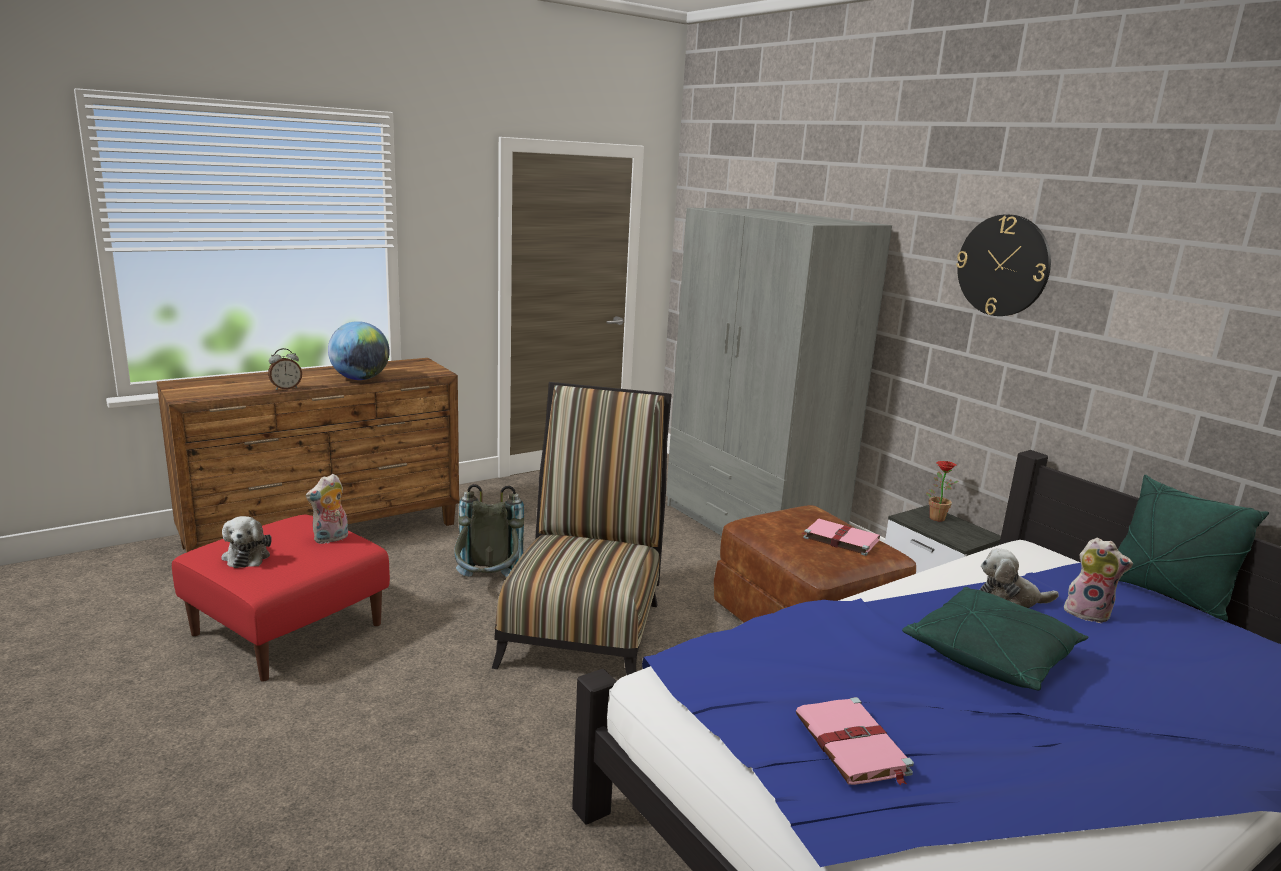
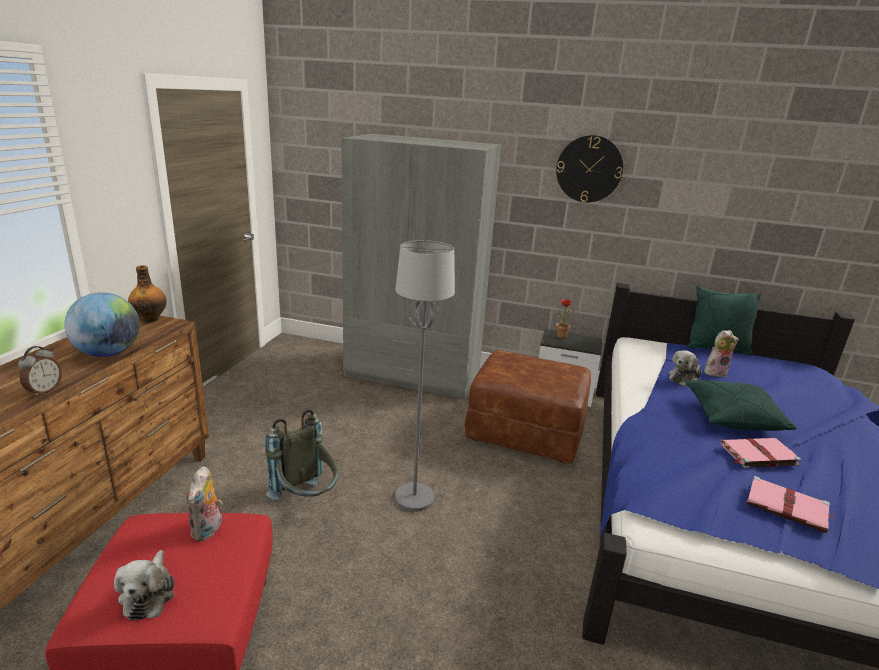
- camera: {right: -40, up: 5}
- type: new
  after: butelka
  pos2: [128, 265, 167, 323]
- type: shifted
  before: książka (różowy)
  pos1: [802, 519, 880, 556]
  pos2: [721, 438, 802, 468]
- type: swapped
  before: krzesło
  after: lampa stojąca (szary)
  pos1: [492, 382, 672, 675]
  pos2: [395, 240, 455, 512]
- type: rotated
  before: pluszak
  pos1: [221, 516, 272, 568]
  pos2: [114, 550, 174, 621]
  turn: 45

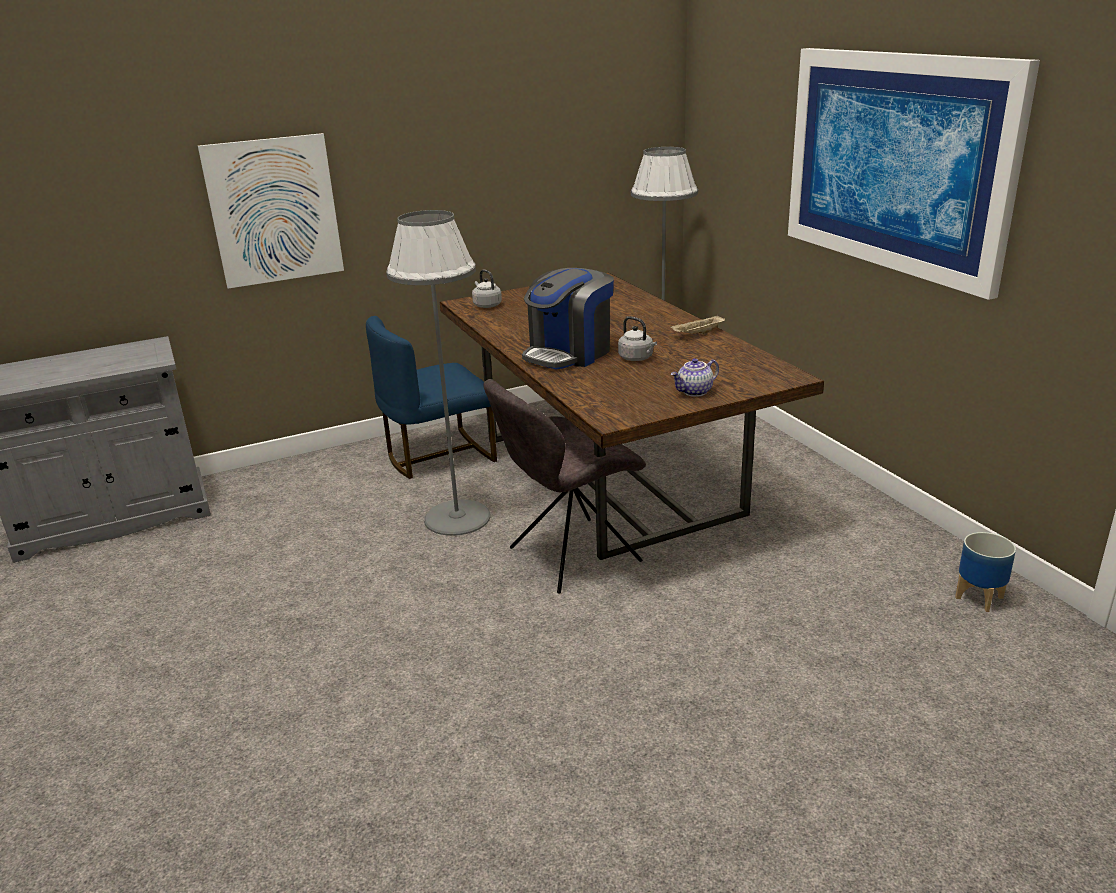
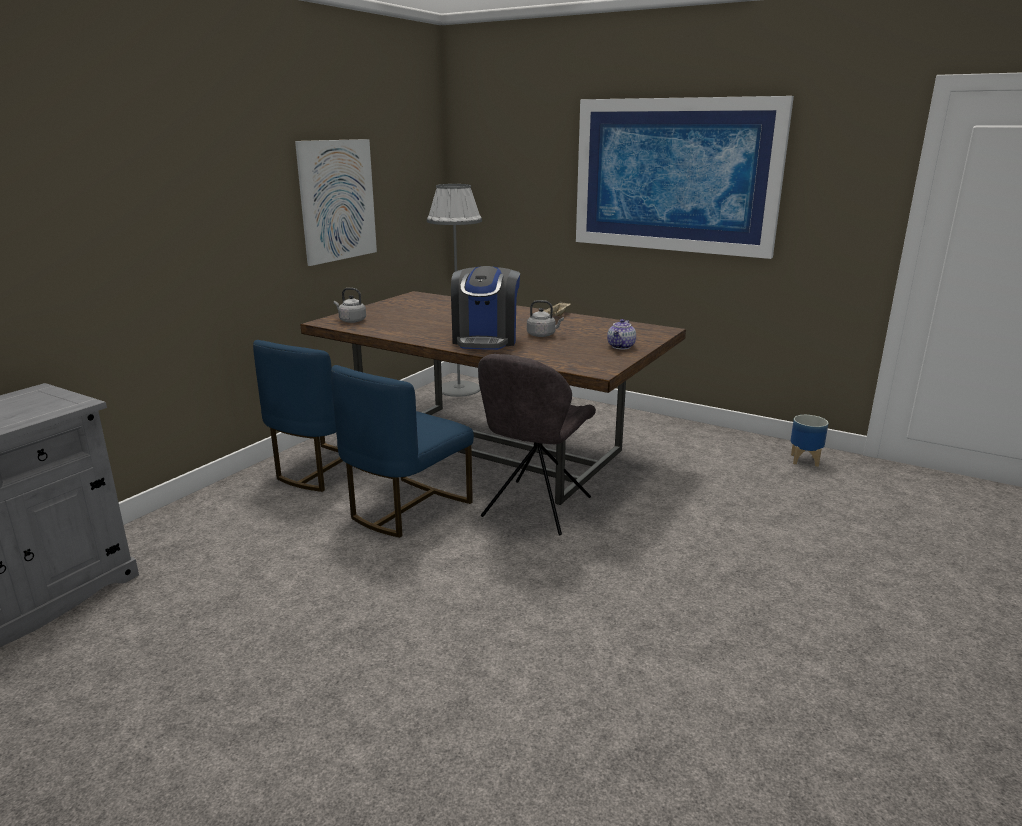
- camera: {right: -35, up: -5}
- type: shifted
  before: obraz
  pos1: [198, 133, 344, 289]
  pos2: [295, 139, 377, 266]
- type: swapped
  before: lampa stojąca (szary)
  after: krzesło (niebieski)
  pos1: [386, 210, 491, 536]
  pos2: [331, 365, 474, 538]

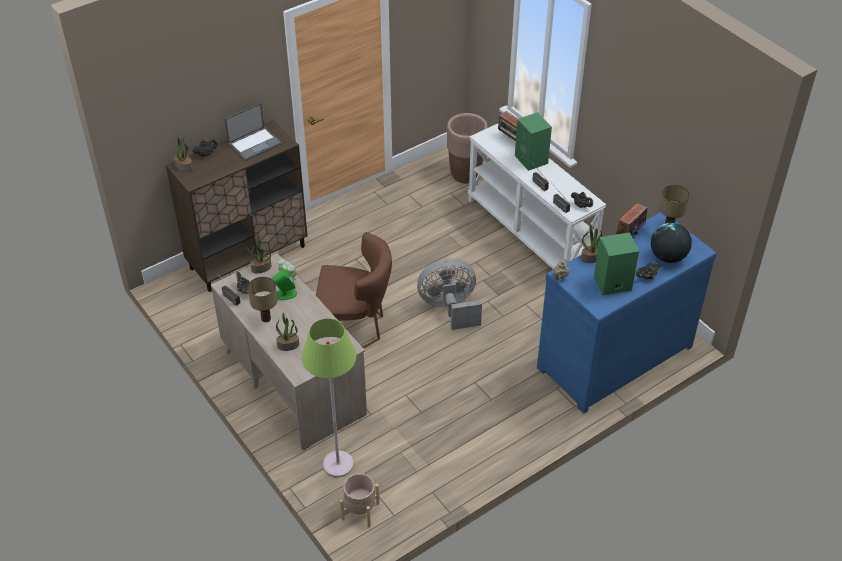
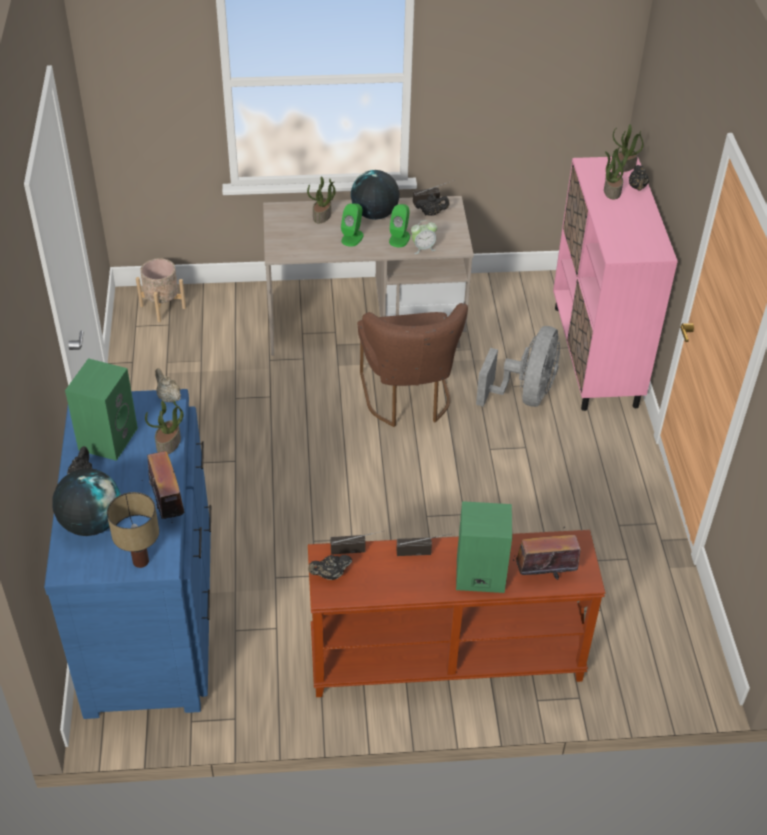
- camera: {right: 120, up: 0}
- type: gone
  before: laptop
  pos1: [224, 103, 282, 161]
- type: gone
  before: lampa stojąca (zielony)
  pos1: [302, 318, 356, 477]
- type: gone
  before: donica (brązowy)
  pos1: [447, 113, 488, 183]
- type: new
  after: głośnik (zielony)
  pos2: [341, 204, 364, 247]
- type: shifted
  before: roślina doniczkowa
  pos1: [247, 241, 271, 273]
  pos2: [604, 147, 629, 200]
- type: shifted
  before: wentylator (szary)
  pos1: [417, 258, 482, 330]
  pos2: [476, 326, 560, 407]
- type: swapped
  before: lampa stołowa
  after: globus
  pos1: [248, 277, 277, 322]
  pos2: [351, 170, 400, 220]
- type: repainted
  before: szafka (brązowy)
  after: szafka (różowy)
  pos1: [166, 120, 308, 292]
  pos2: [553, 157, 678, 411]
- type: repainted
  before: stolik konsolowy (biały)
  after: stolik konsolowy (brązowy)
  pos1: [467, 123, 606, 270]
  pos2: [308, 530, 605, 697]
- type: rotated
  before: krzesło (brązowy)
  pos1: [316, 232, 392, 348]
  pos2: [357, 303, 468, 427]
  turn: -45

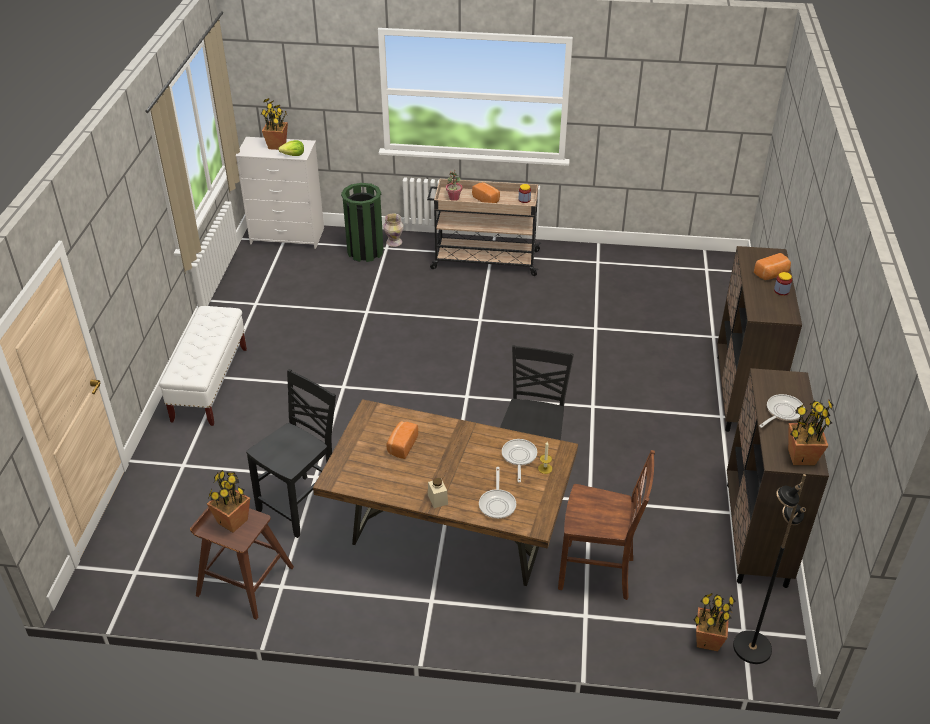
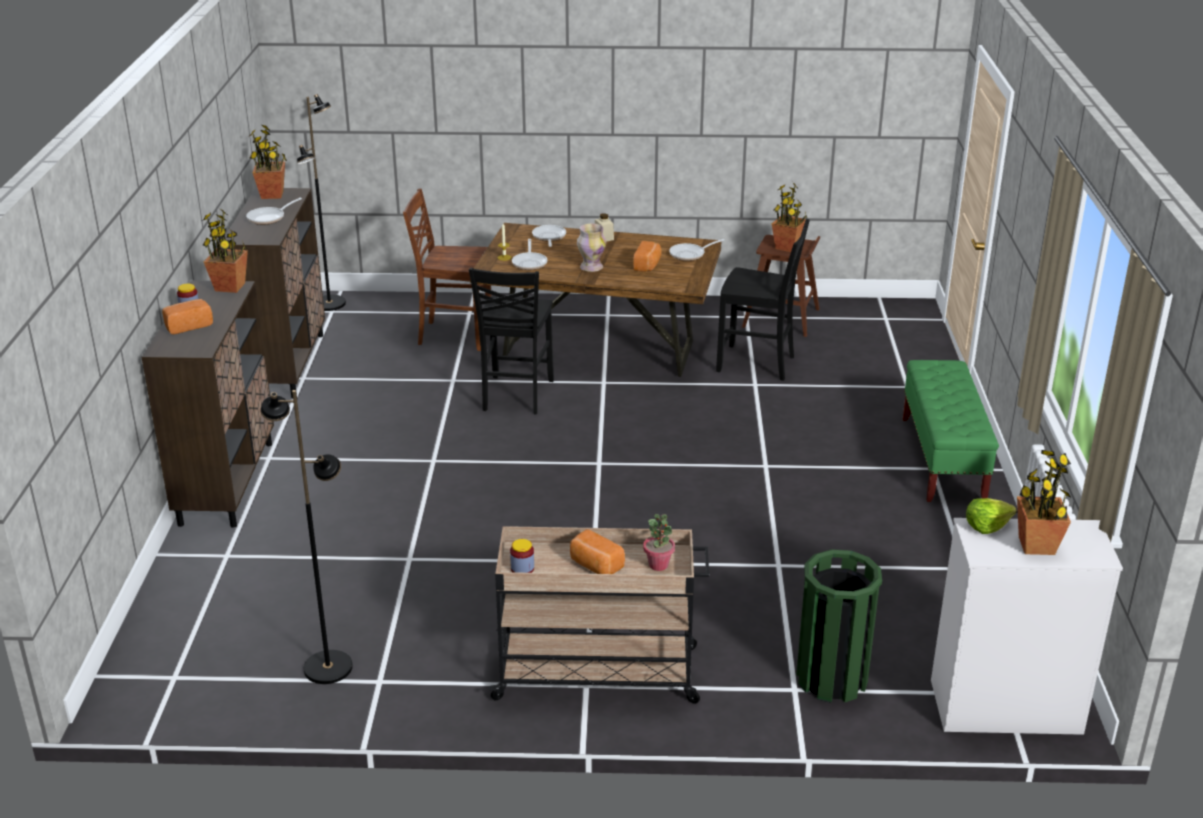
- camera: {right: 175, up: -10}
- type: new
  after: lampa stojąca (czarny)
  pos2: [260, 390, 353, 684]
- type: new
  after: patelnia
  pos2: [669, 239, 725, 261]
- type: shifted
  before: wazon
  pos1: [383, 214, 404, 247]
  pos2: [577, 224, 606, 272]
- type: shifted
  before: roślina doniczkowa
  pos1: [694, 593, 736, 651]
  pos2: [202, 209, 248, 293]
- type: repainted
  before: ławka (biały)
  after: ławka (zielony)
  pos1: [159, 306, 247, 426]
  pos2: [903, 360, 999, 502]
- type: rotated
  before: krzesło (czarny)
  pos1: [246, 369, 336, 538]
  pos2: [716, 219, 810, 381]
  turn: -105

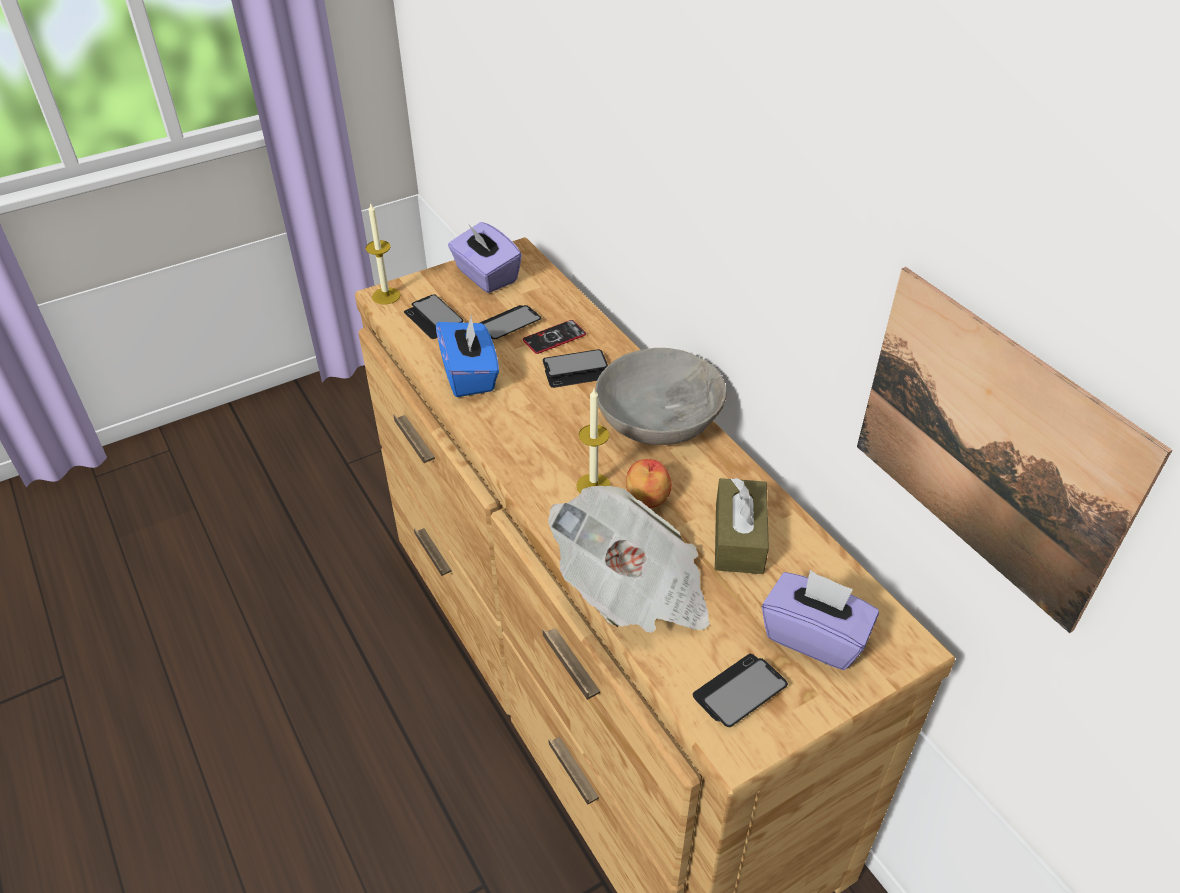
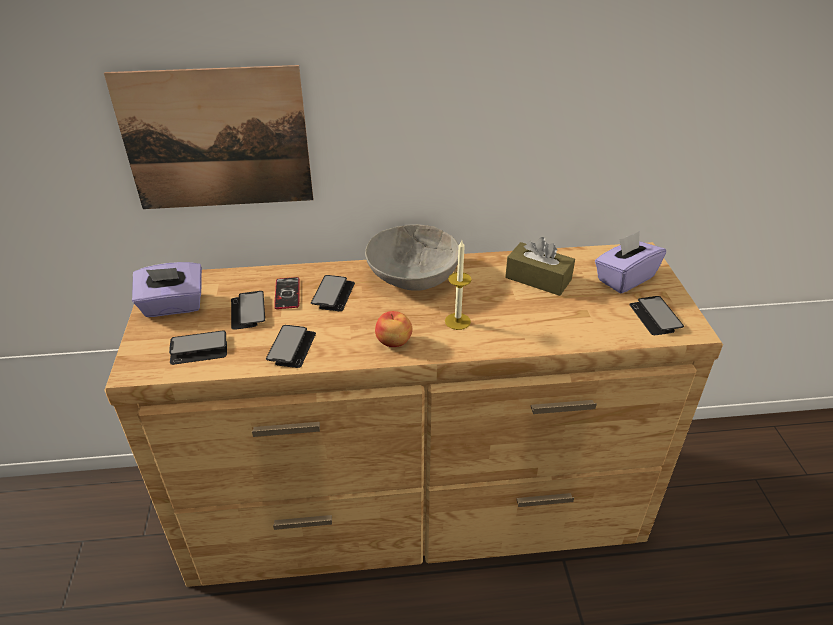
- camera: {right: -65, up: -5}
- type: gone
  before: świeca
  pos1: [365, 202, 400, 304]
- type: gone
  before: gazeta
  pos1: [548, 486, 710, 633]
- type: shifted
  before: jabłko
  pos1: [626, 459, 672, 508]
  pos2: [375, 311, 412, 347]
- type: shifted
  before: obraz
  pos1: [857, 267, 1172, 633]
  pos2: [104, 65, 313, 209]
- type: swapped
  before: pudełko chusteczek (niebieski)
  after: telefon
  pos1: [436, 315, 499, 397]
  pos2: [266, 325, 316, 368]

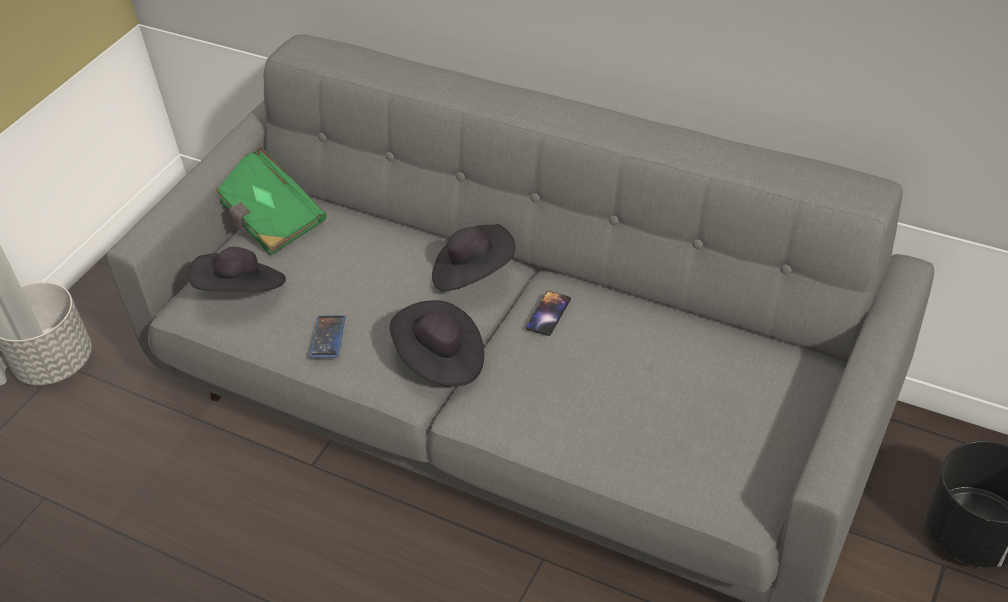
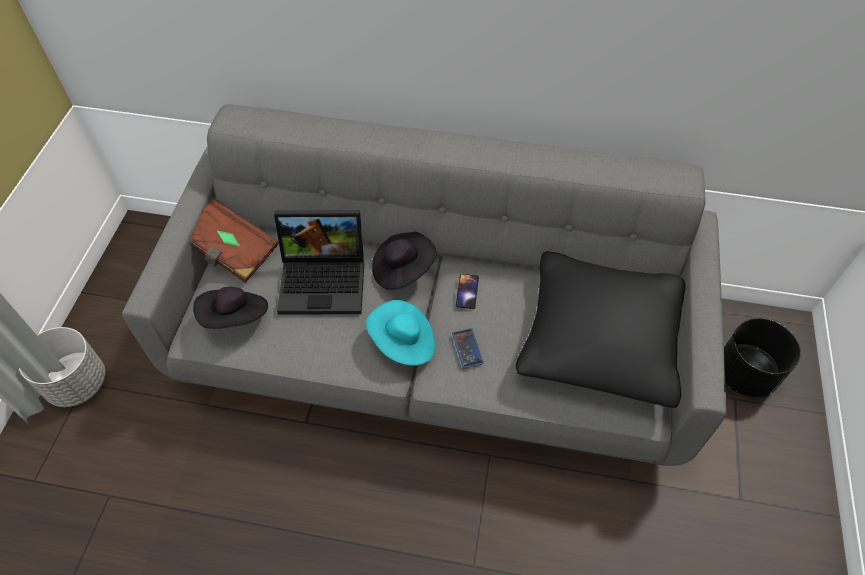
- camera: {right: -20, up: 10}
- type: new
  after: laptop
  pos2: [274, 210, 364, 315]
- type: new
  after: poduszka (czarny)
  pos2: [516, 251, 685, 408]
- type: shifted
  before: telefon
  pos1: [310, 315, 346, 358]
  pos2: [452, 328, 484, 369]
- type: repainted
  before: książka (zielony)
  after: książka (brązowy)
  pos1: [216, 147, 327, 256]
  pos2: [190, 198, 279, 283]
- type: repainted
  before: kapelusz (czarny)
  after: kapelusz (turkusowy)
  pos1: [390, 300, 484, 386]
  pos2: [366, 300, 436, 366]

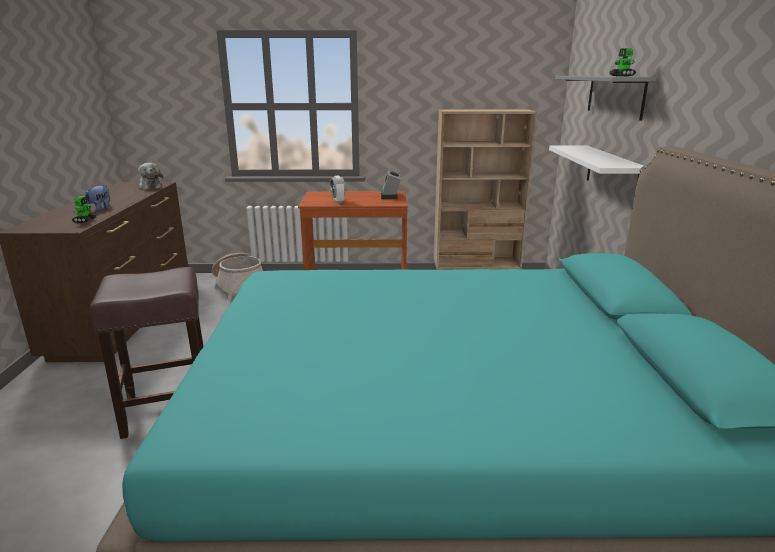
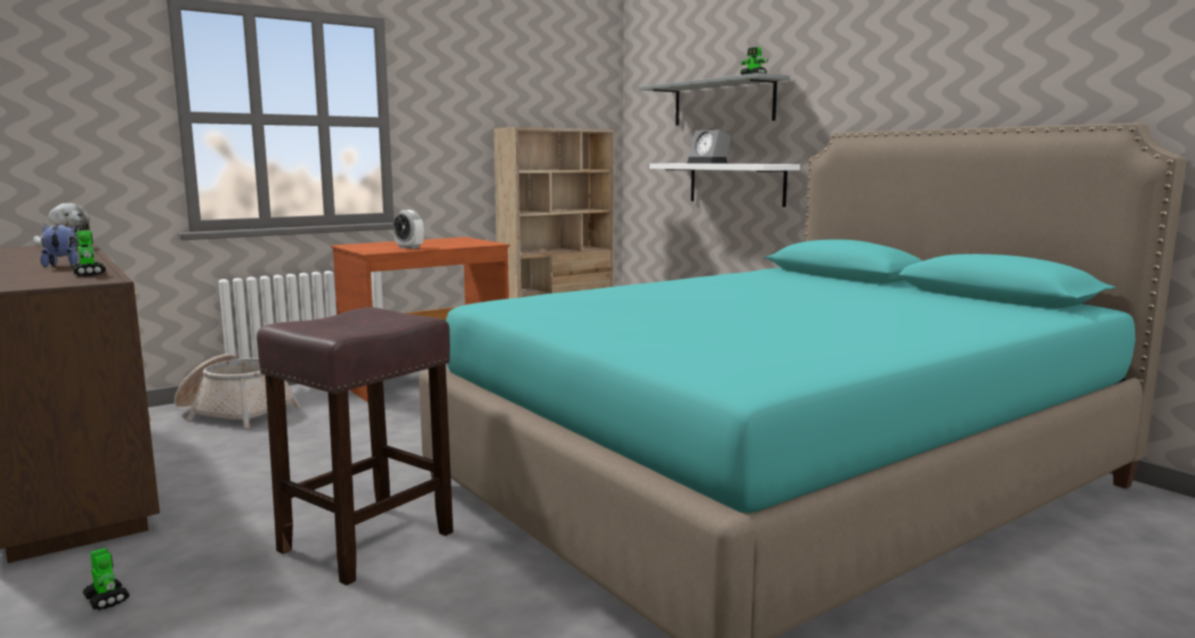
- camera: {right: -35, up: -10}
- type: new
  after: robot zabawkowy
  pos2: [82, 548, 130, 610]
- type: shifted
  before: budzik
  pos1: [381, 171, 401, 199]
  pos2: [688, 129, 731, 164]

